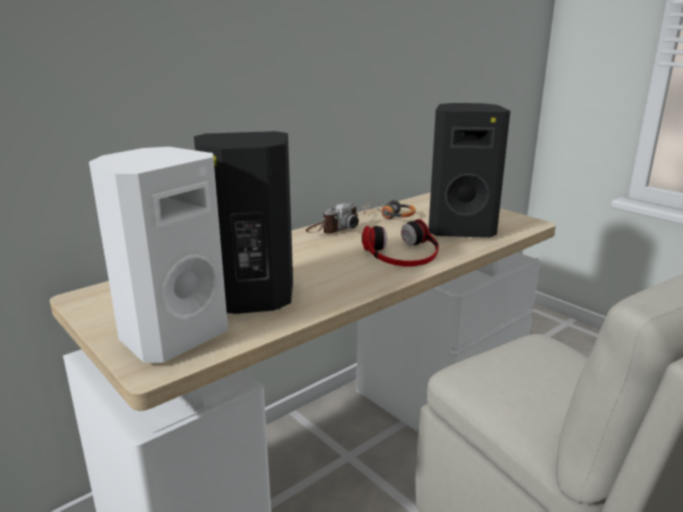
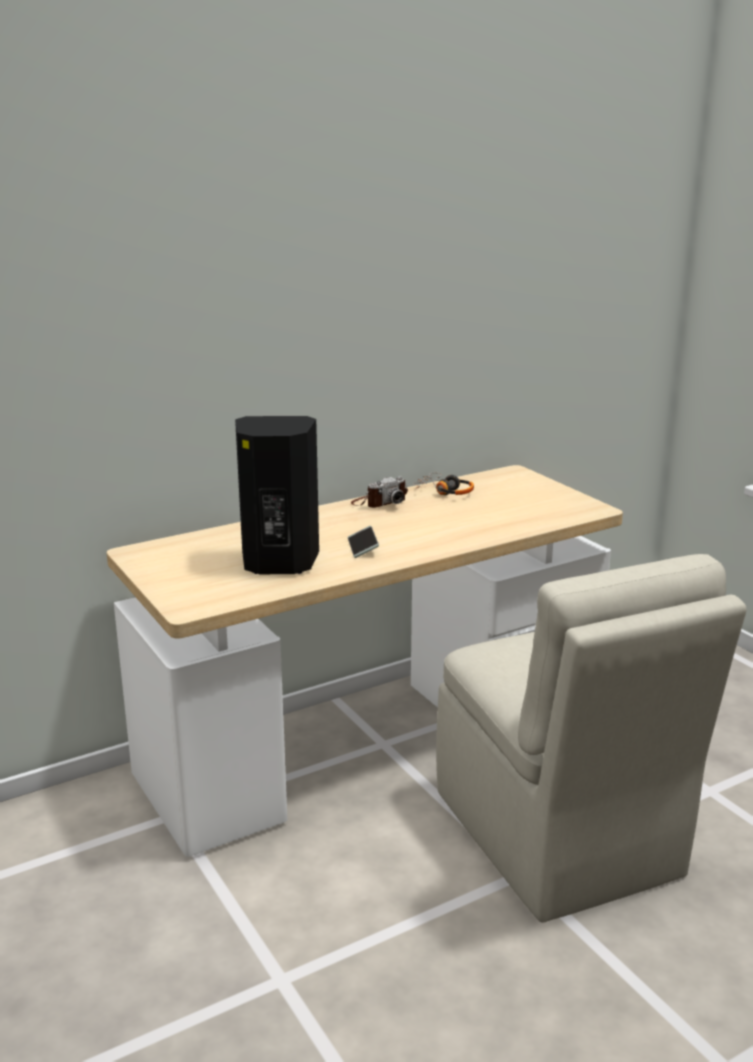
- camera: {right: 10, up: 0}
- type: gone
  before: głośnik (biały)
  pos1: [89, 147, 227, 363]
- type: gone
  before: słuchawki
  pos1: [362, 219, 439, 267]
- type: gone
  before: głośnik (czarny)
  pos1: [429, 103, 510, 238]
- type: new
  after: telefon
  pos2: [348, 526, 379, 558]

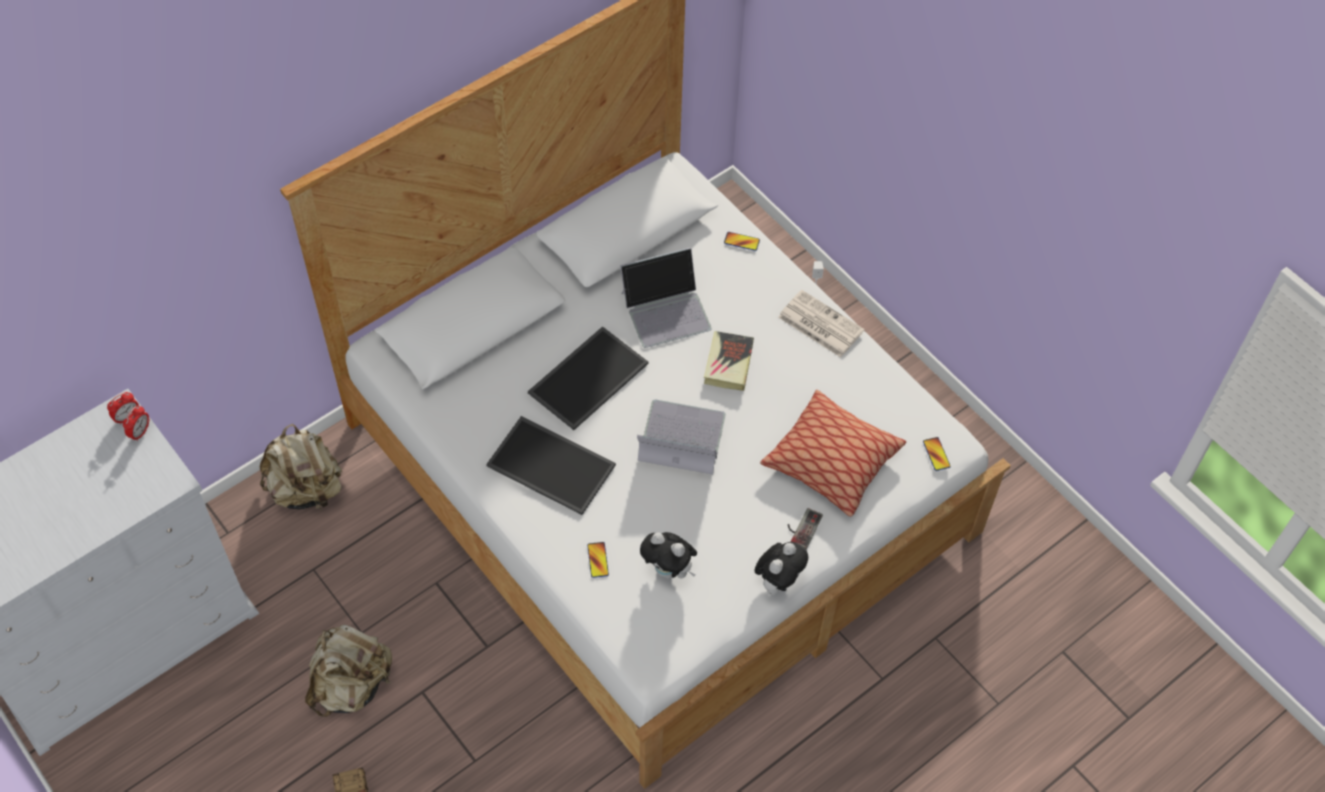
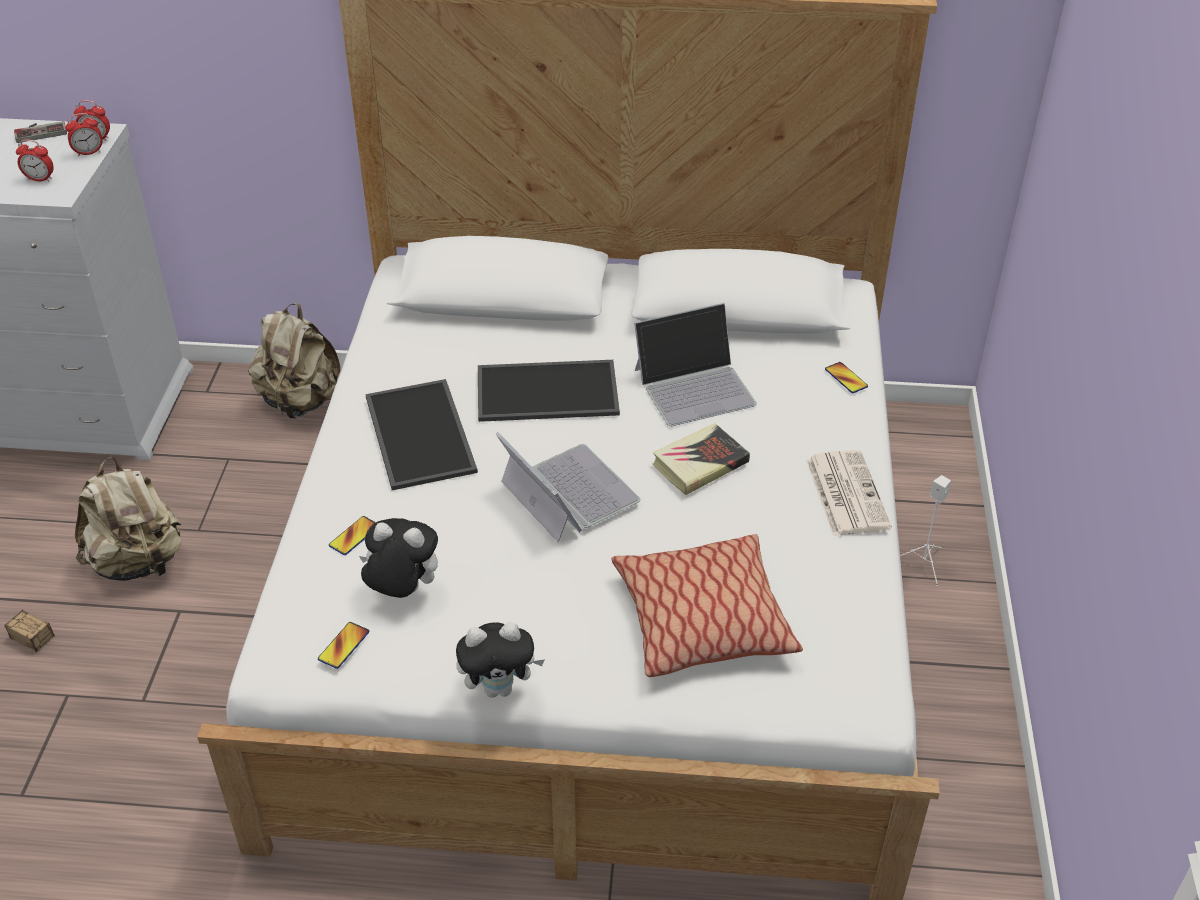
- camera: {right: 45, up: -15}
- type: new
  after: budzik
  pos2: [16, 139, 54, 182]
- type: shifted
  before: pad do gier
  pos1: [788, 508, 823, 549]
  pos2: [14, 121, 67, 143]
- type: shifted
  before: telefon
  pos1: [923, 437, 951, 471]
  pos2: [318, 622, 369, 669]
- type: rotated
  before: laptop
  pos1: [620, 247, 712, 348]
  pos2: [634, 303, 757, 426]
  turn: -45
- type: rotated
  before: pluszak
  pos1: [640, 532, 697, 579]
  pos2: [359, 518, 438, 598]
  turn: 120

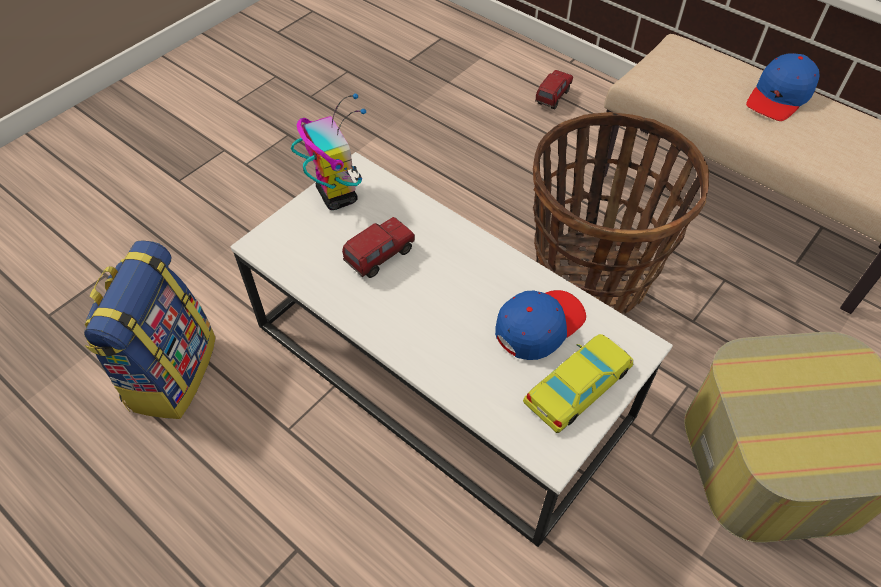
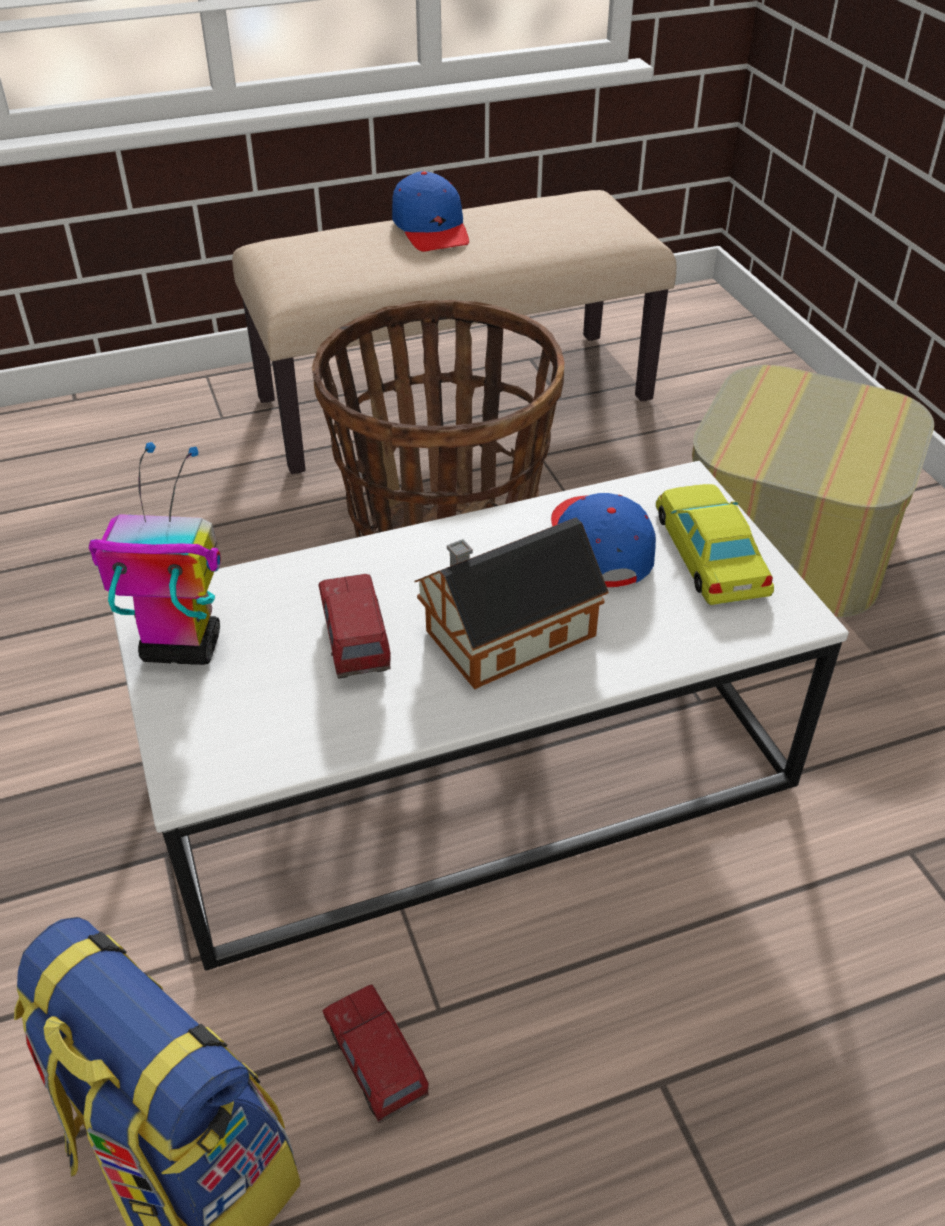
- camera: {right: -60, up: -10}
- type: new
  after: domek
  pos2: [414, 518, 609, 689]
- type: shifted
  before: ciężarówka zabawkowa
  pos1: [535, 70, 573, 110]
  pos2: [322, 984, 429, 1123]

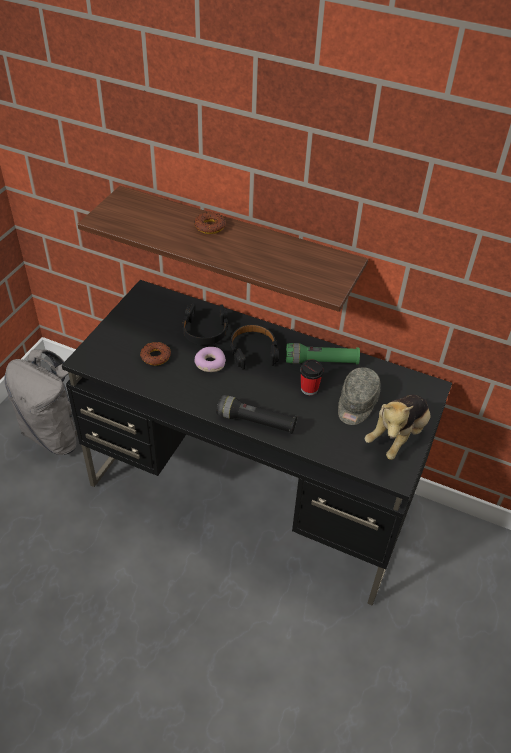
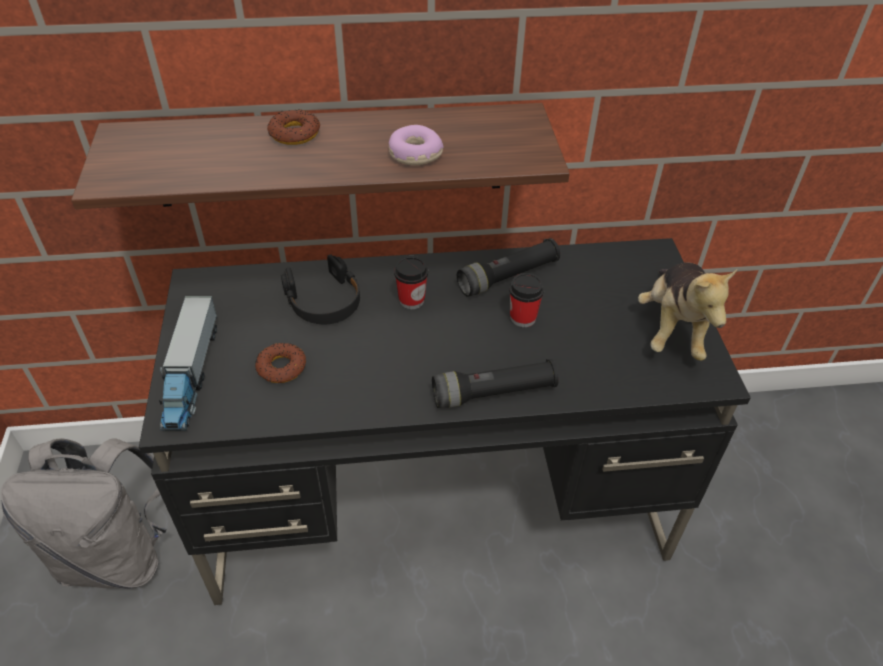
- camera: {right: -30, up: 0}
- type: gone
  before: czapka z daszkiem (szary)
  pos1: [338, 367, 380, 425]
- type: new
  after: ciężarówka zabawkowa
  pos2: [159, 296, 217, 431]
- type: shifted
  before: donut
  pos1: [195, 347, 226, 372]
  pos2: [389, 125, 444, 165]
- type: swapped
  before: słuchawki (czarny)
  after: filiżanka
  pos1: [230, 324, 279, 370]
  pos2: [394, 256, 428, 309]
- type: repainted
  before: latarka (zielony)
  after: latarka (czarny)
  pos1: [286, 343, 360, 364]
  pos2: [457, 238, 560, 297]

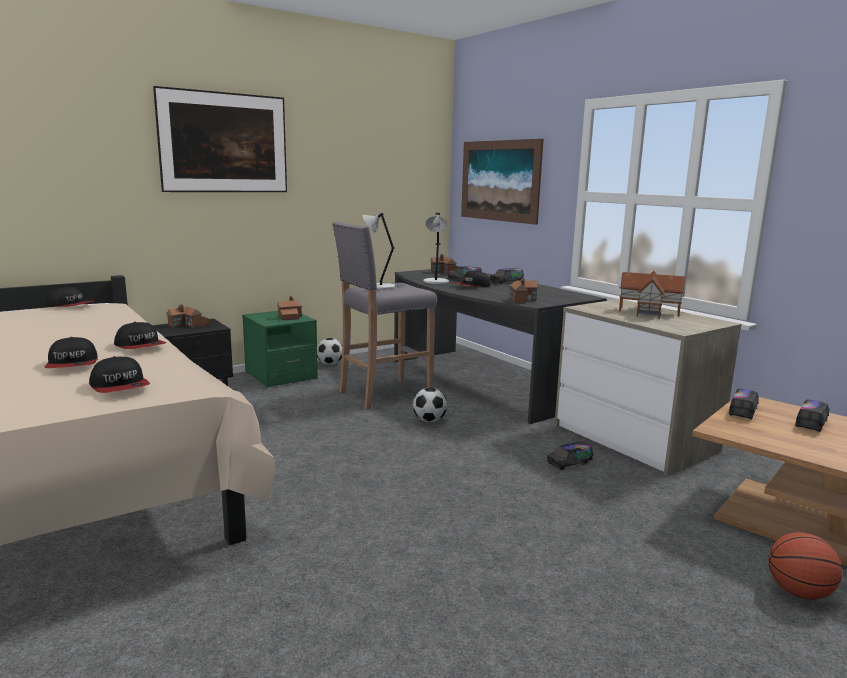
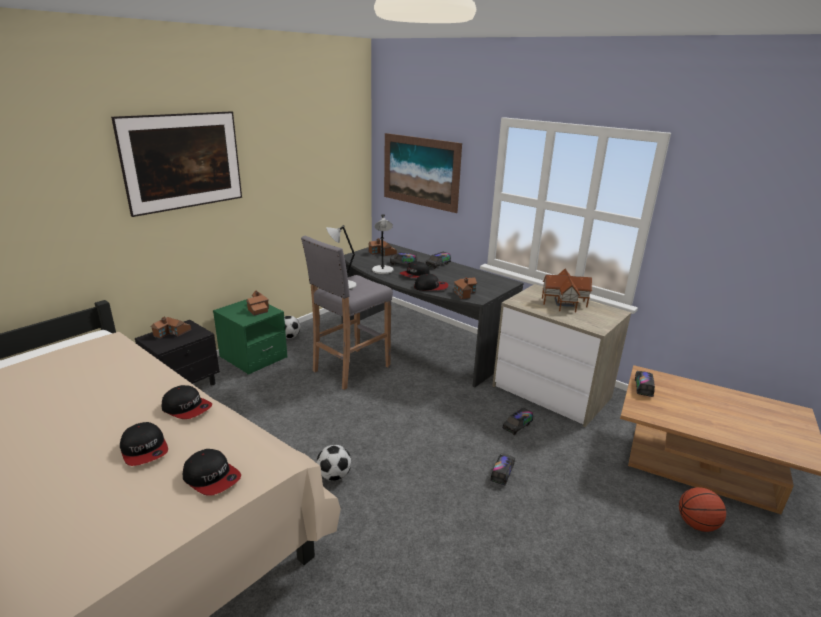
- camera: {right: -15, up: 10}
- type: shifted
  before: czapka z daszkiem
  pos1: [46, 287, 94, 307]
  pos2: [414, 274, 448, 291]
- type: shifted
  before: piłka futbolowa
  pos1: [413, 388, 447, 422]
  pos2: [316, 445, 351, 481]
- type: shifted
  before: ciężarówka zabawkowa
  pos1: [795, 399, 829, 432]
  pos2: [490, 453, 515, 485]

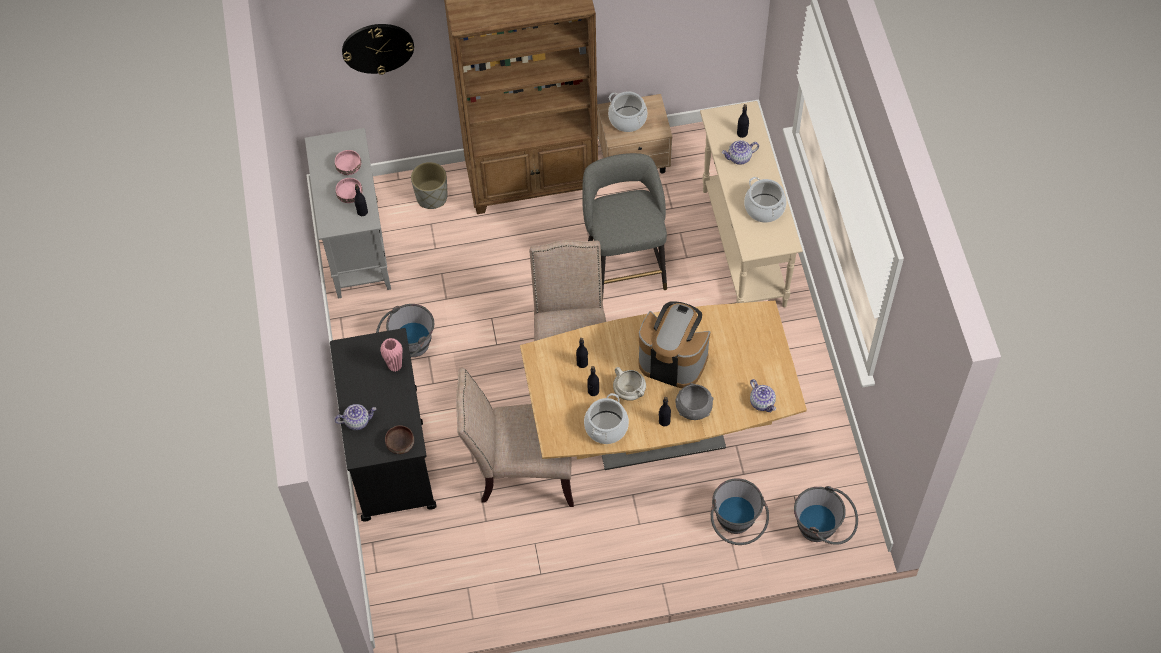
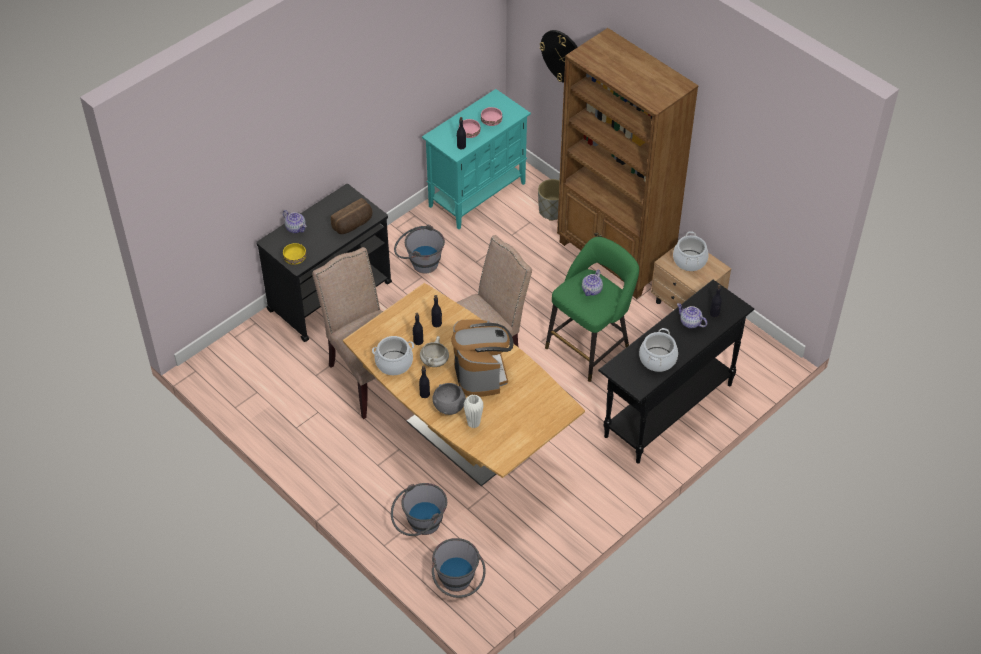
- camera: {right: 55, up: -10}
- type: new
  after: wazon (biały)
  pos2: [464, 394, 484, 428]
- type: shifted
  before: imbryk
  pos1: [750, 379, 776, 412]
  pos2: [582, 270, 603, 296]
- type: swapped
  before: wazon (różowy)
  after: chleb
  pos1: [380, 338, 403, 372]
  pos2: [331, 198, 373, 234]
- type: repainted
  before: szafka (szary)
  after: szafka (turkusowy)
  pos1: [305, 128, 391, 299]
  pos2: [422, 89, 531, 229]
- type: repainted
  before: miska (brązowy)
  after: miska (żółty)
  pos1: [385, 425, 414, 454]
  pos2: [283, 243, 306, 265]
- type: repainted
  before: stołek (szary)
  after: stołek (zielony)
  pos1: [582, 153, 667, 295]
  pos2: [545, 237, 639, 382]
- type: repainted
  before: stolik konsolowy (beżowy)
  after: stolik konsolowy (czarny)
  pos1: [700, 101, 803, 307]
  pos2: [598, 280, 754, 463]

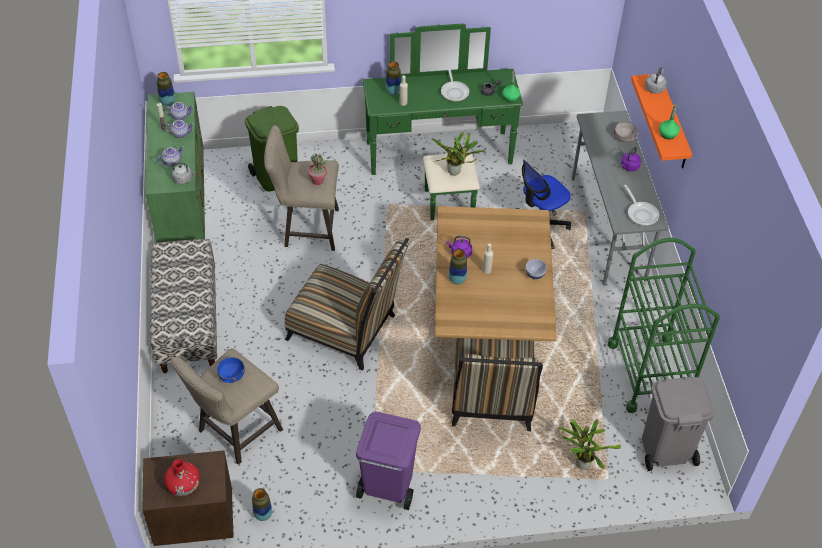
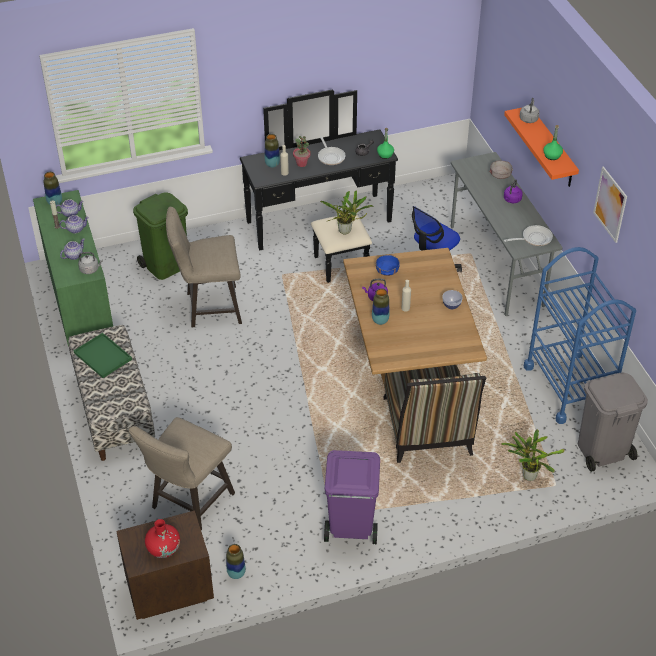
- camera: {right: -10, up: -5}
- type: gone
  before: krzesło
  pos1: [285, 238, 409, 371]
- type: new
  after: taca (zielony)
  pos2: [74, 333, 132, 378]
- type: new
  after: obraz
  pos2: [593, 167, 627, 243]
- type: shifted
  before: miska (niebieski)
  pos1: [217, 357, 245, 383]
  pos2: [376, 255, 400, 276]
- type: shifted
  before: roślina doniczkowa
  pos1: [308, 154, 327, 185]
  pos2: [293, 136, 310, 167]
- type: repainted
  before: komoda (zielony)
  after: komoda (czarny)
  pos1: [363, 24, 523, 220]
  pos2: [240, 90, 398, 283]
- type: repainted
  before: wózek (zielony)
  after: wózek (niebieski)
  pos1: [608, 238, 720, 413]
  pos2: [524, 247, 636, 424]
- type: rotated
  before: patelnia
  pos1: [624, 185, 659, 226]
  pos2: [504, 225, 553, 246]
  turn: -75

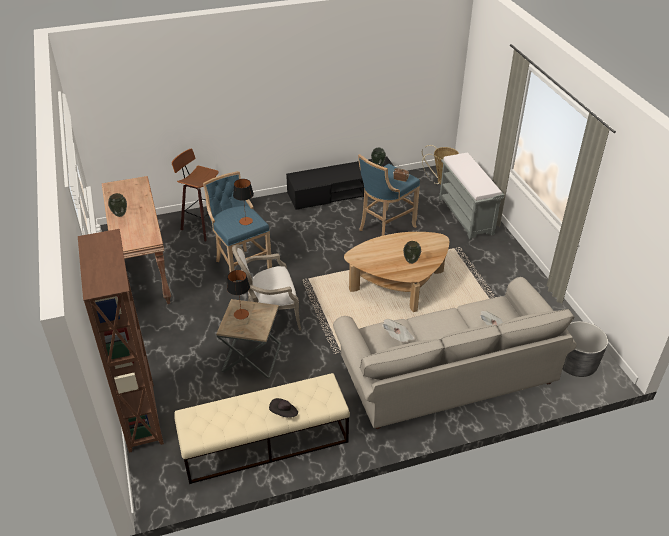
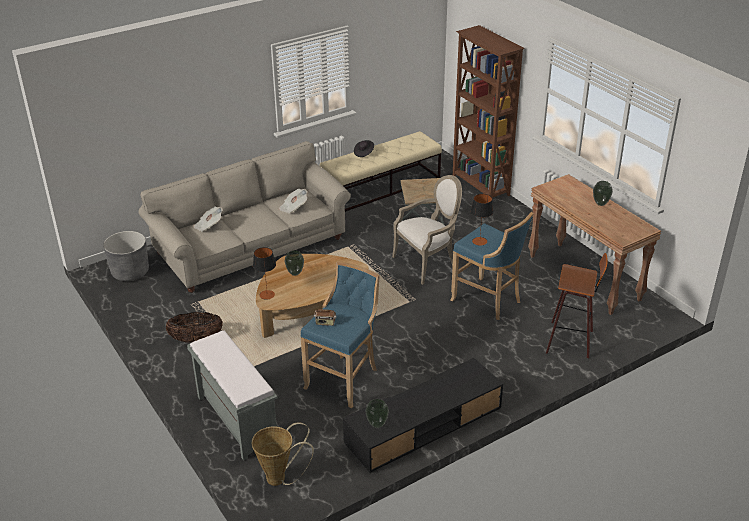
- camera: {right: 165, up: -5}
- type: new
  after: koszyk
  pos2: [166, 312, 223, 342]
- type: shifted
  before: lampa stołowa
  pos1: [227, 270, 250, 319]
  pos2: [253, 247, 276, 300]

